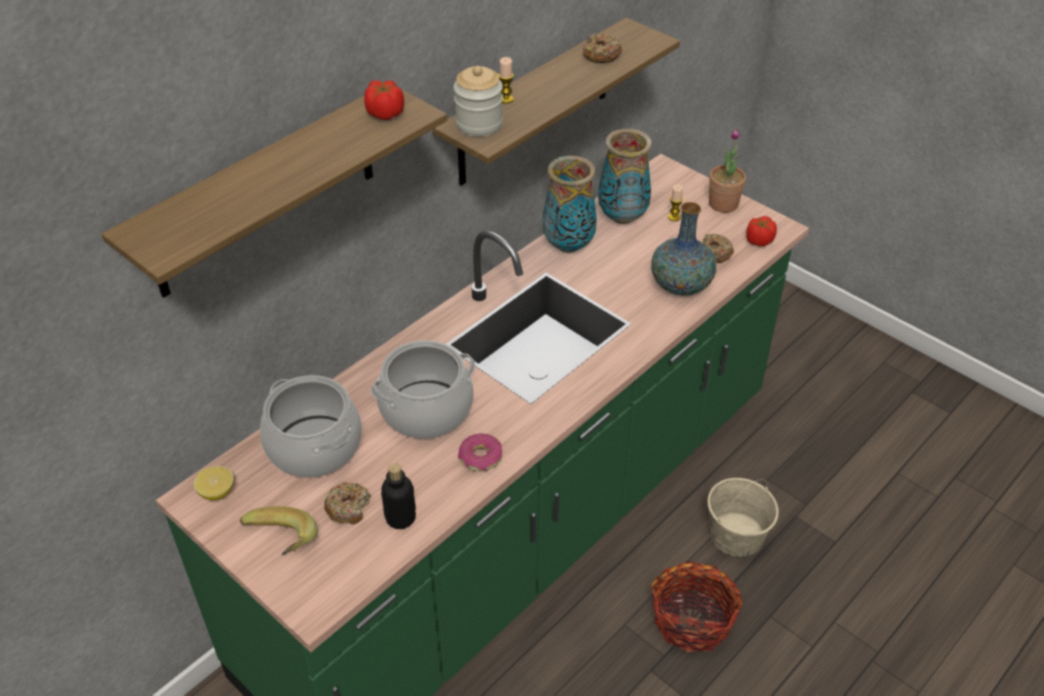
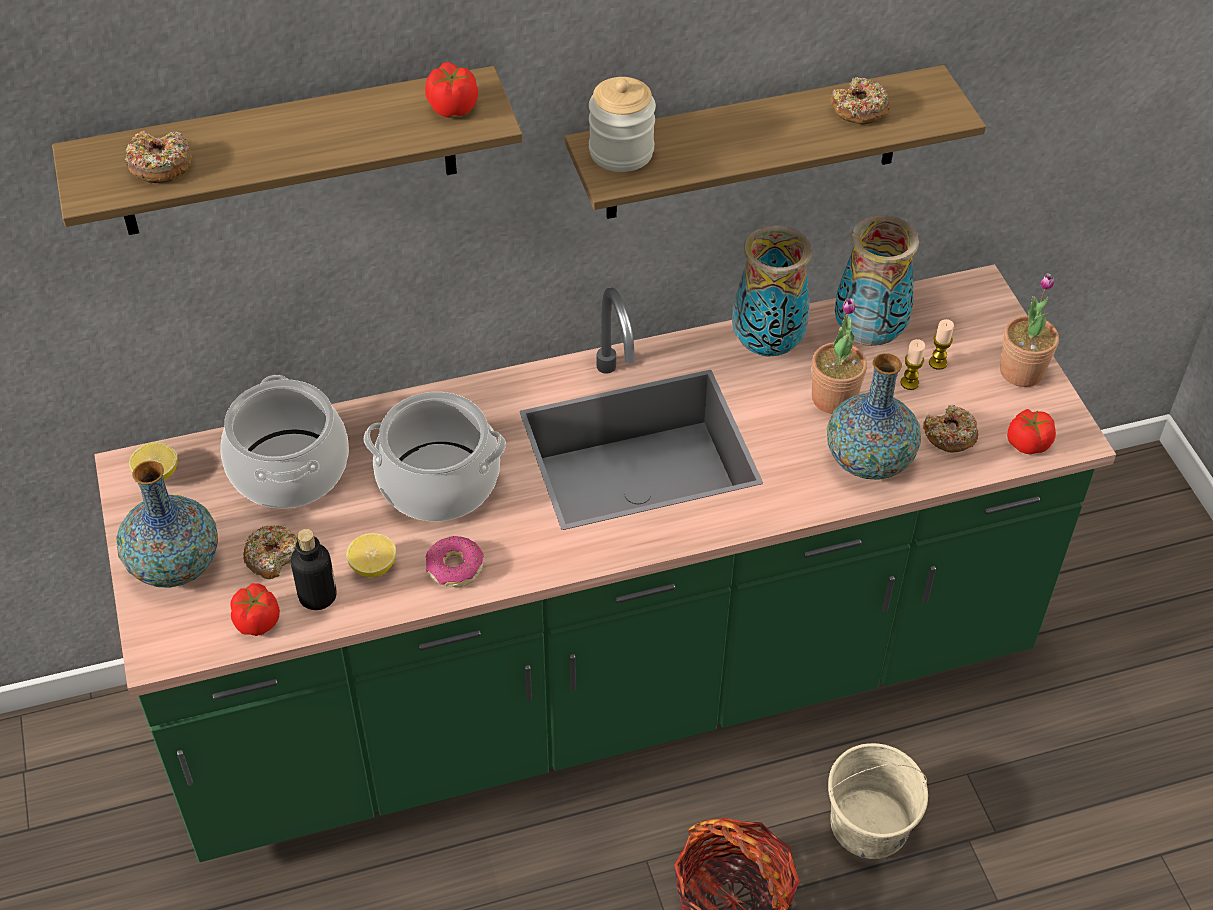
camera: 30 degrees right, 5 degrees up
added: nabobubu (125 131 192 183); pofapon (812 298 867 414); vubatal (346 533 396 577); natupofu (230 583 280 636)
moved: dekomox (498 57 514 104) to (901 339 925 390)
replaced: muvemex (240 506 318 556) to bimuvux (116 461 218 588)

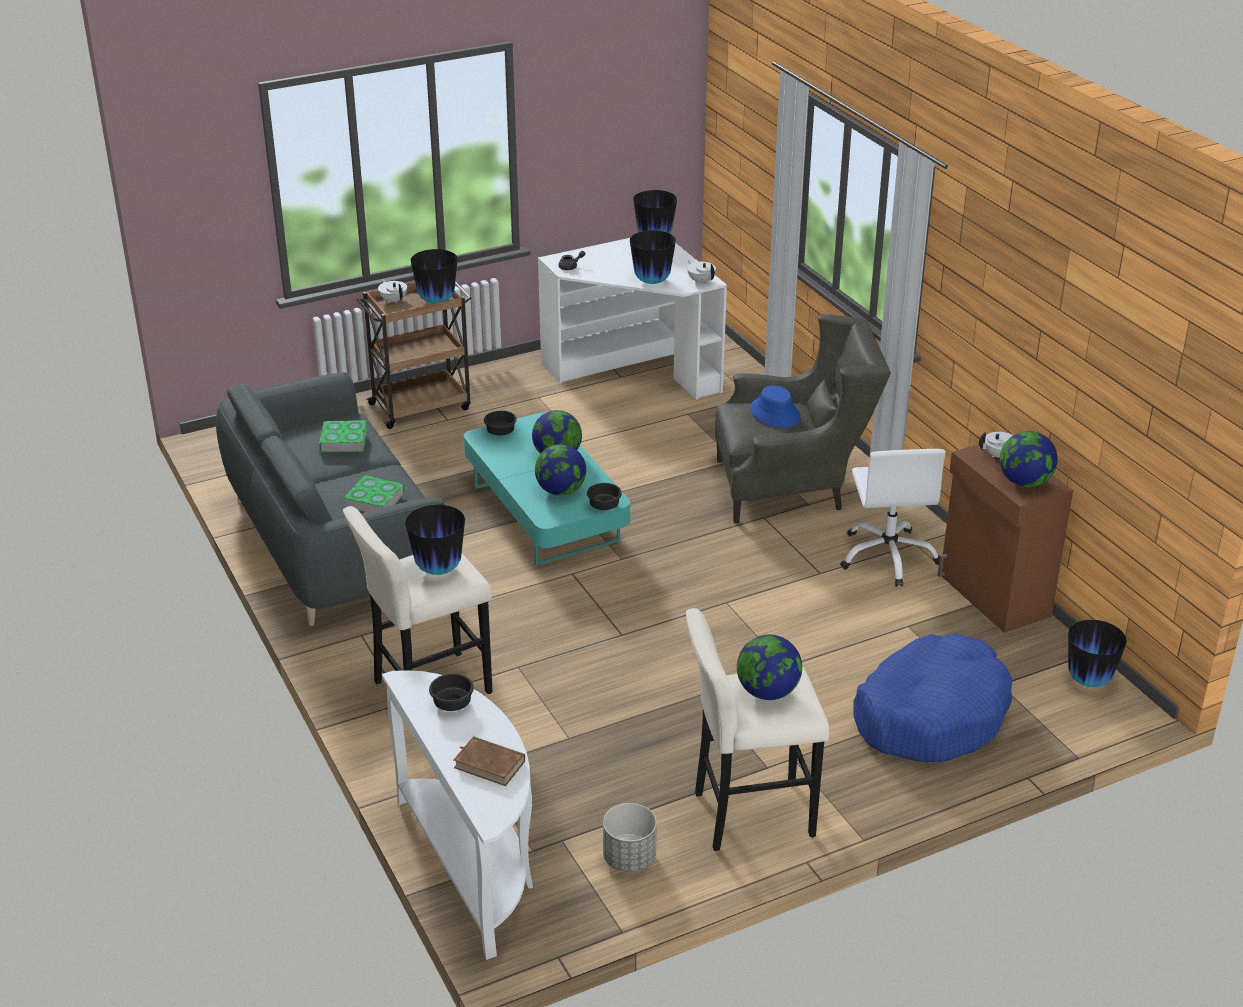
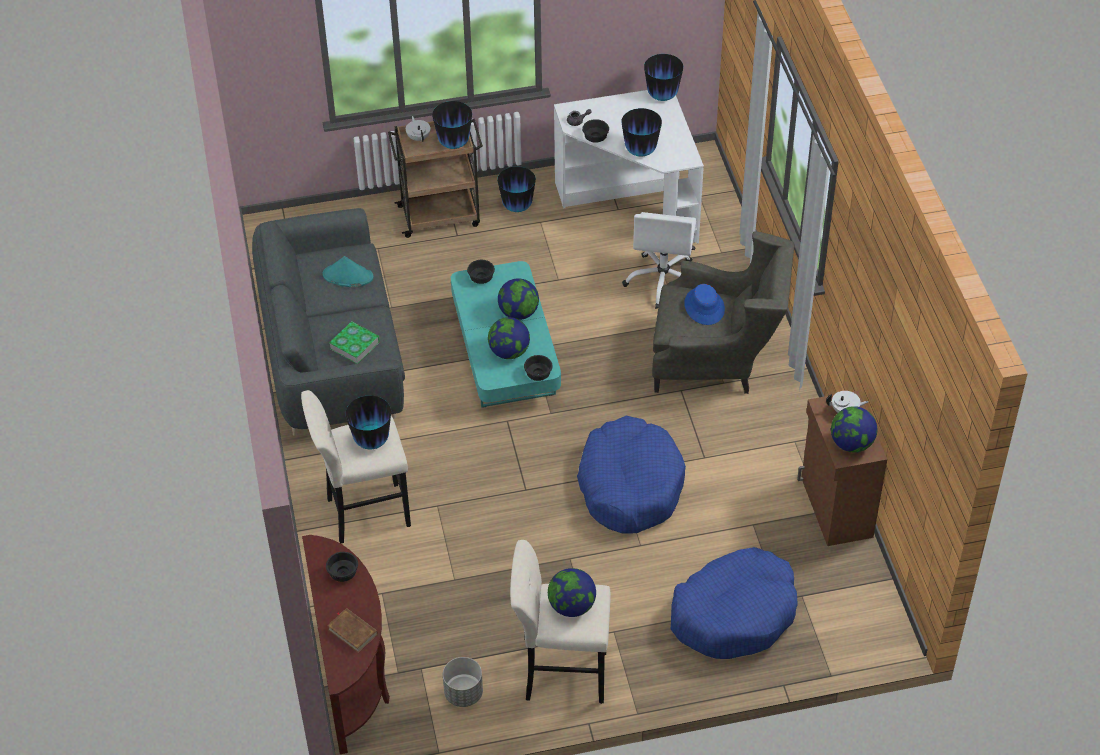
camera: 15 degrees right, 15 degrees up
removed: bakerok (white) (687 260 716 284)
added: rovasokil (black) (582 119 609 143); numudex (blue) (577 416 686 534)
moved: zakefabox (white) (840 449 946 587) to (622 212 696 309); bimuvux (1068 620 1127 687) to (497 166 536 212)
replaced: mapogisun (319 420 367 453) to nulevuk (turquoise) (323 256 373 287)
recoloured: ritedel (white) (382 670 533 960) to ritedel (brown) (302 535 390 754)

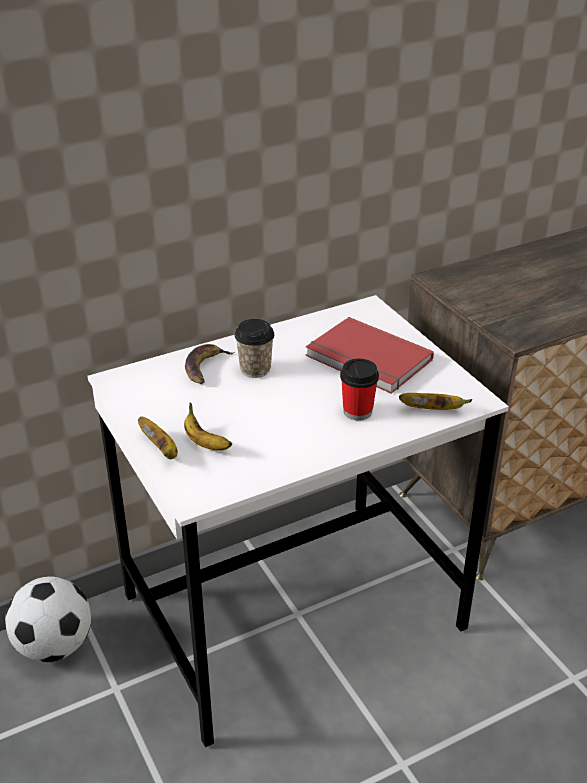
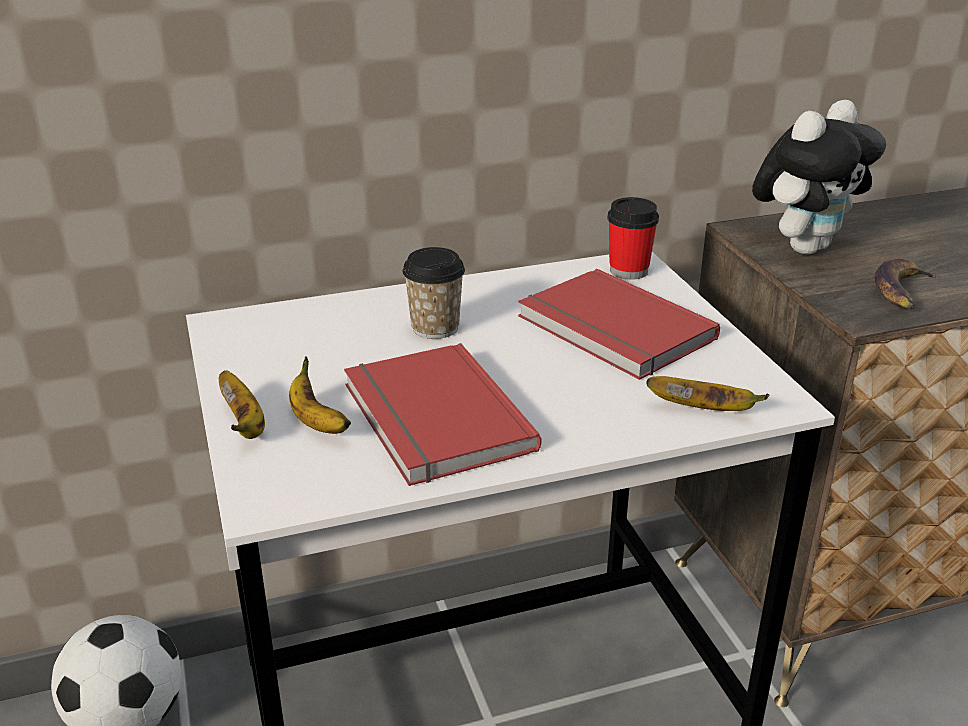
camera: 10 degrees right, 5 degrees down
added: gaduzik (752 100 886 254); mapogisun (red) (344 343 542 486)
moved: muvemex (185 344 234 384) to (875 258 940 310); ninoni (340 359 379 420) to (607 197 659 280)

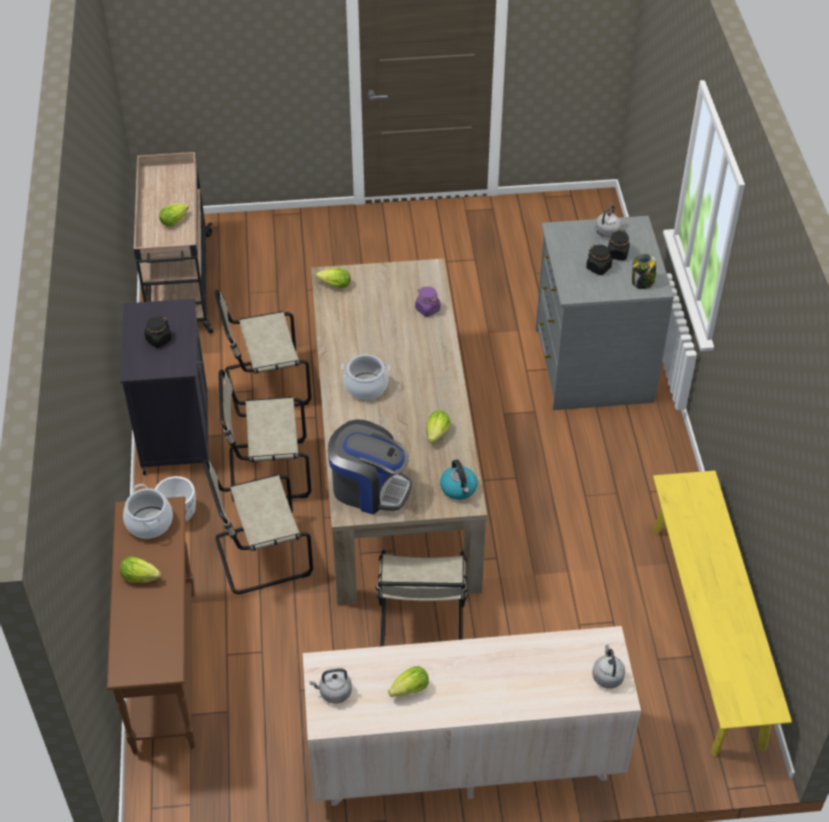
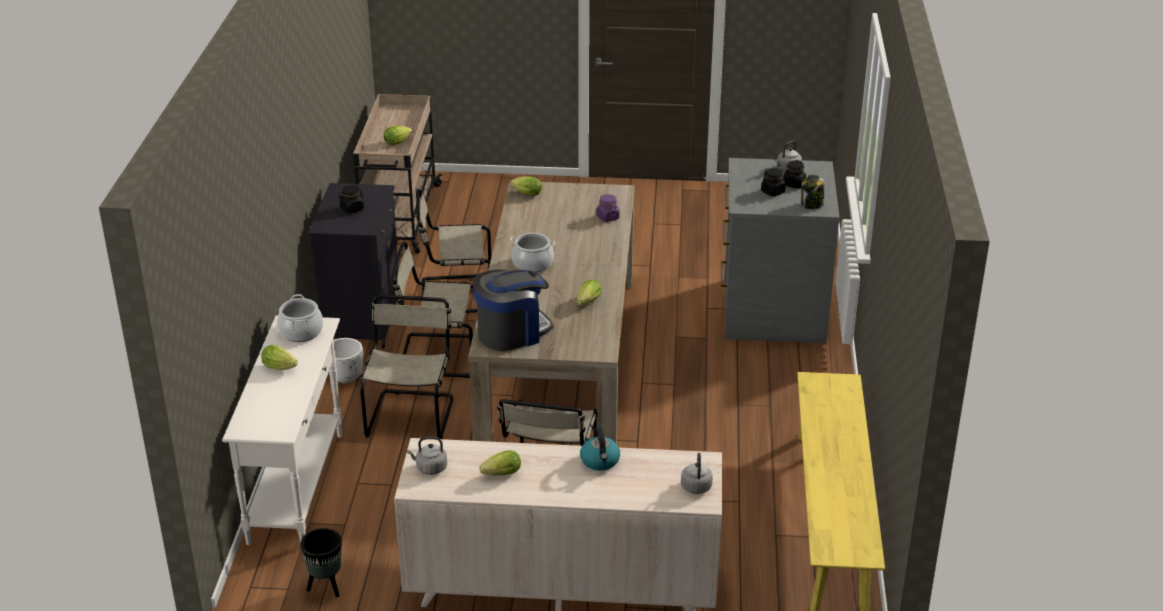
camera: 10 degrees right, 15 degrees down
added: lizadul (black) (300 528 342 597)
moved: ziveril (440 459 478 500) to (580 427 620 471)
recoloured: ritedel (brown) (107 497 195 754) to ritedel (white) (222 315 342 545)
turned: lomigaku (328 419 412 515) = (473 270 553 351) 60 degrees counterclockwise; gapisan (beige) (203 459 313 594) = (360 295 453 439) 105 degrees clockwise

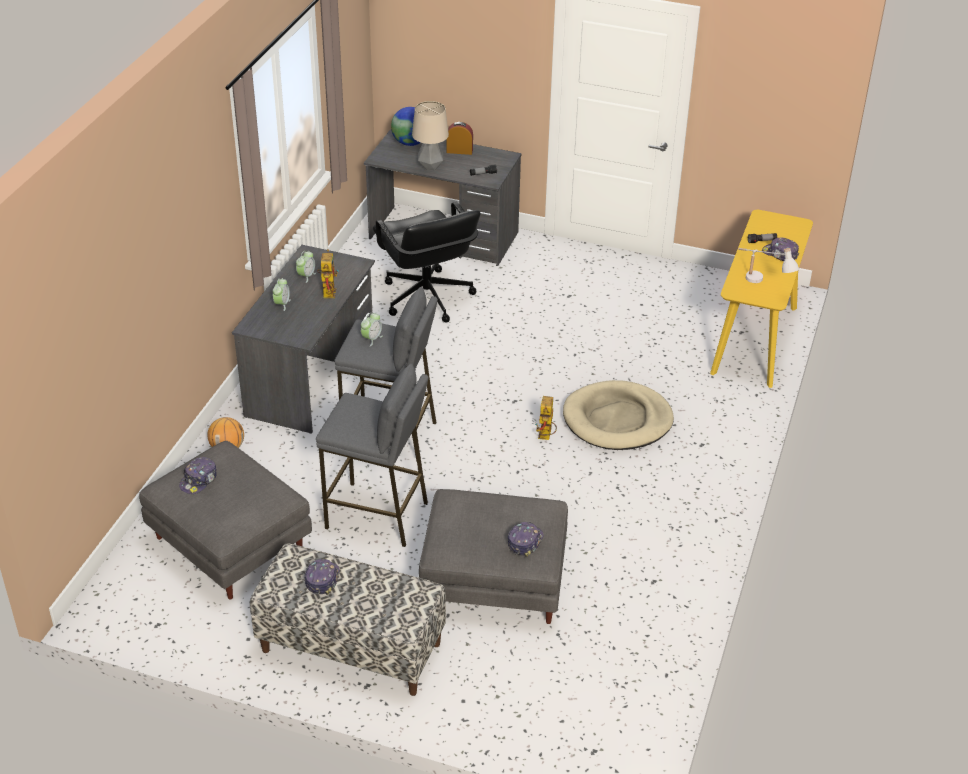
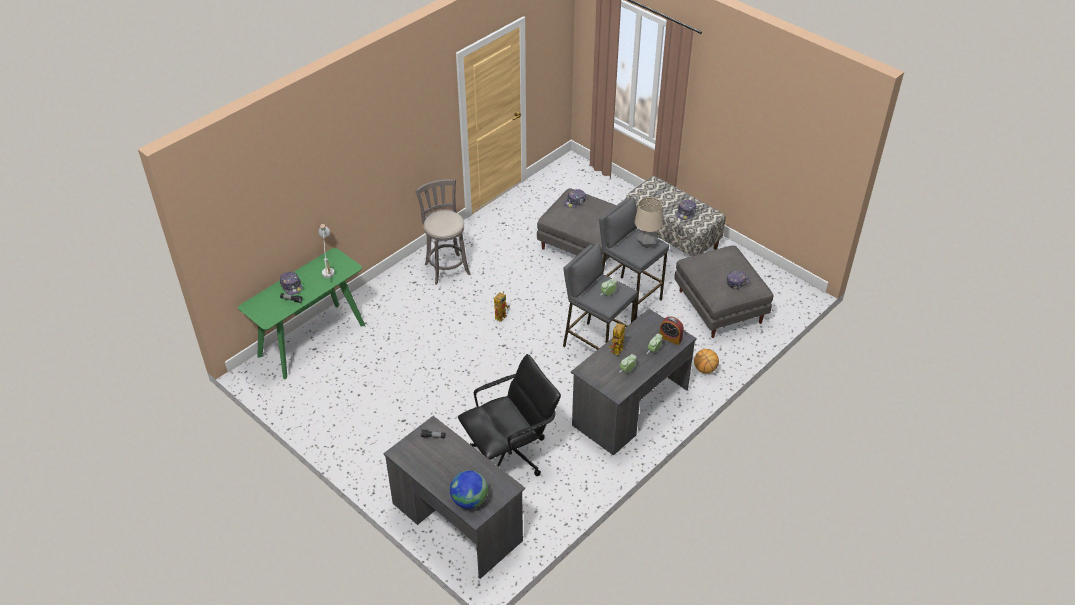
camera: 155 degrees left, 5 degrees up
removed: numudex (beige) (563 380 674 450)
added: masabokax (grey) (416 179 471 285)
moved: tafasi (412 101 449 170) to (635 197 663 248); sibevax (446 122 473 155) to (659 316 684 345)
recoloured: ritedel (yellow) (710 210 813 388) to ritedel (green) (238 248 365 379)
turned: zakefabox (black) (373 202 481 323) = (458 354 561 476) 60 degrees clockwise

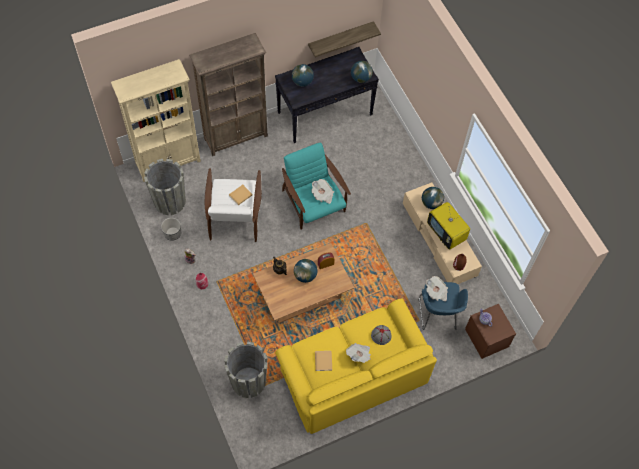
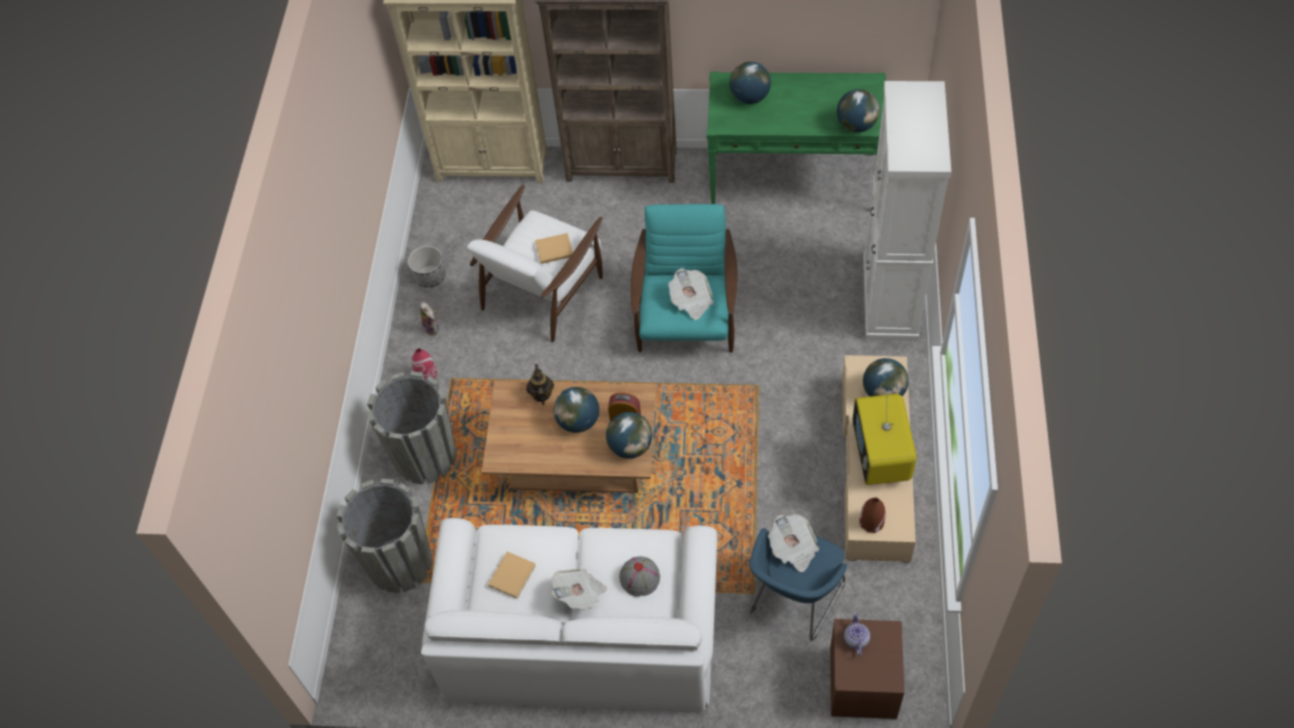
camera: 35 degrees right, 5 degrees down
removed: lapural (308 21 381 57)
added: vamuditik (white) (863 81 951 341); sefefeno (606 412 652 459)
moved: lizadul (grey) (144 159 186 215) to (366 371 457 484)
recoloured: ritedel (black) (275 47 379 143) to ritedel (green) (707 72 886 204); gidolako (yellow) (275 299 437 434) to gidolako (white) (421 518 717 712)

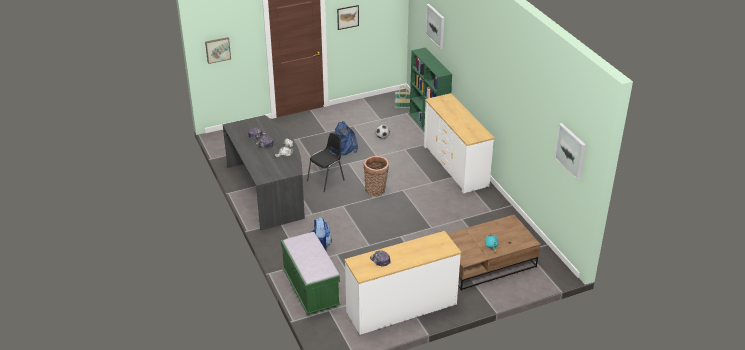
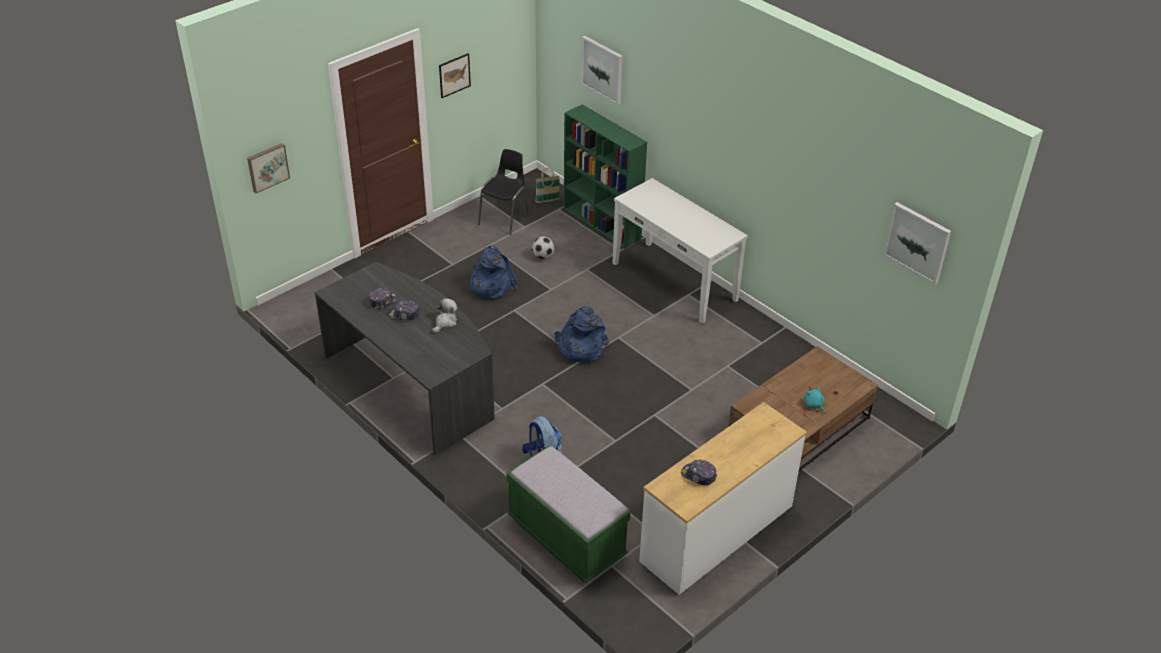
camera: 20 degrees left, 5 degrees up
moved: gapisan (black) (307 133 345 192) to (478 149 529 235)
replaced: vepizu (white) (424 93 495 193) to ritedel (white) (612 178 748 323); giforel (364 156 389 197) to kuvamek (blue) (554 306 609 363)

